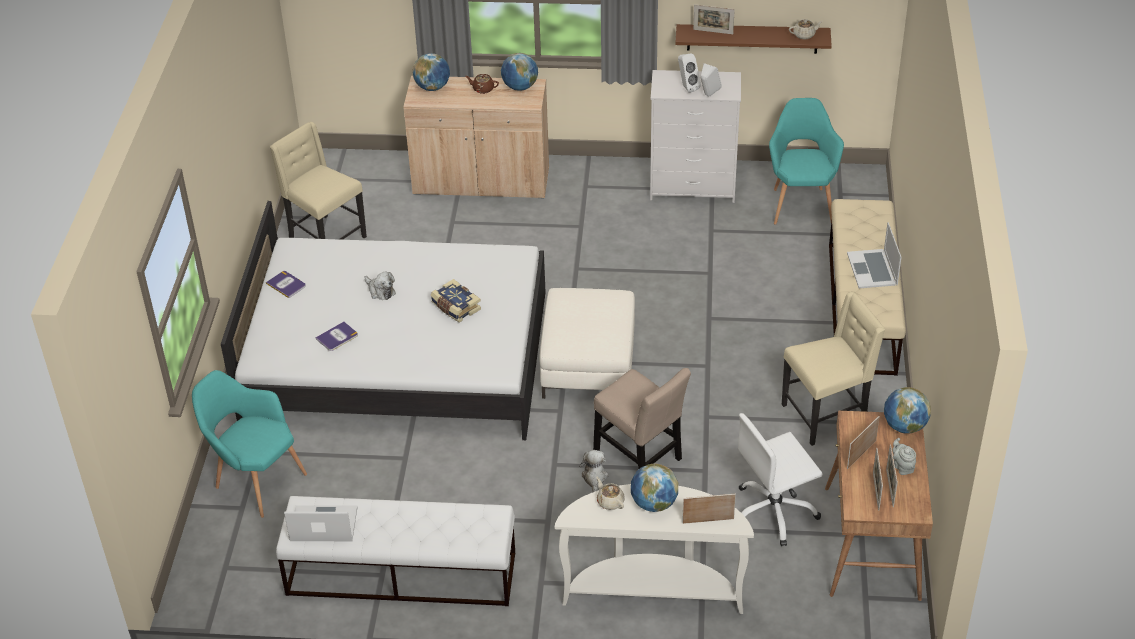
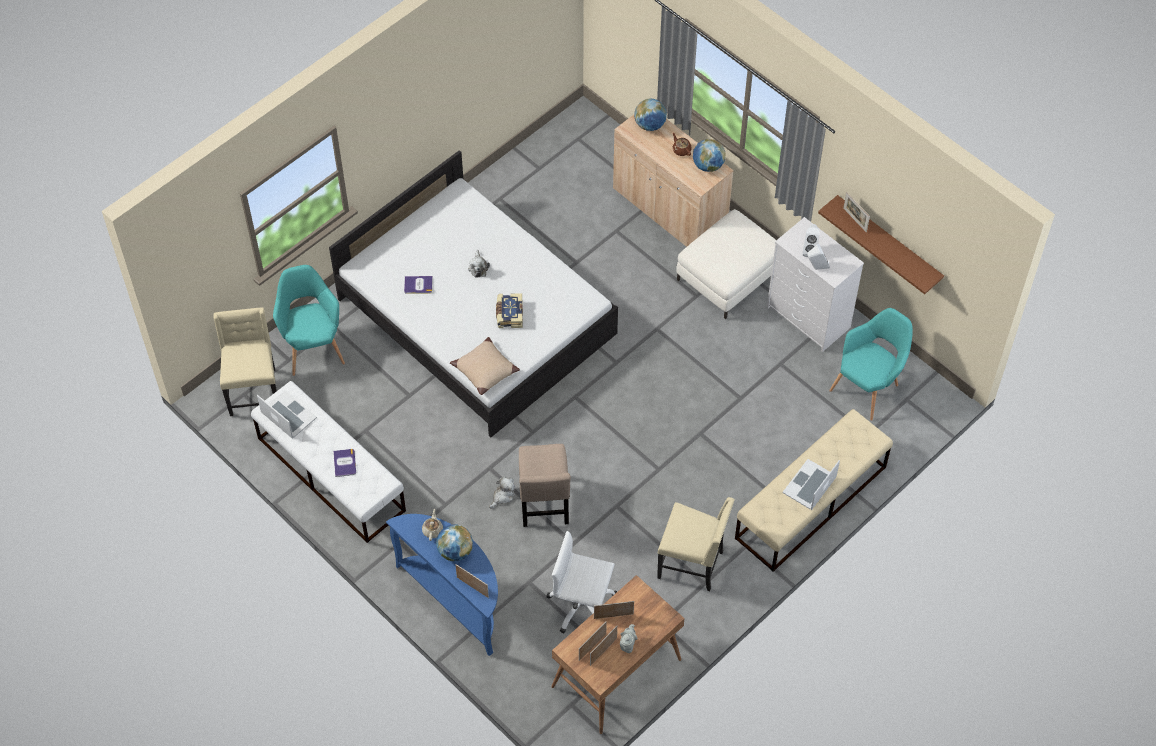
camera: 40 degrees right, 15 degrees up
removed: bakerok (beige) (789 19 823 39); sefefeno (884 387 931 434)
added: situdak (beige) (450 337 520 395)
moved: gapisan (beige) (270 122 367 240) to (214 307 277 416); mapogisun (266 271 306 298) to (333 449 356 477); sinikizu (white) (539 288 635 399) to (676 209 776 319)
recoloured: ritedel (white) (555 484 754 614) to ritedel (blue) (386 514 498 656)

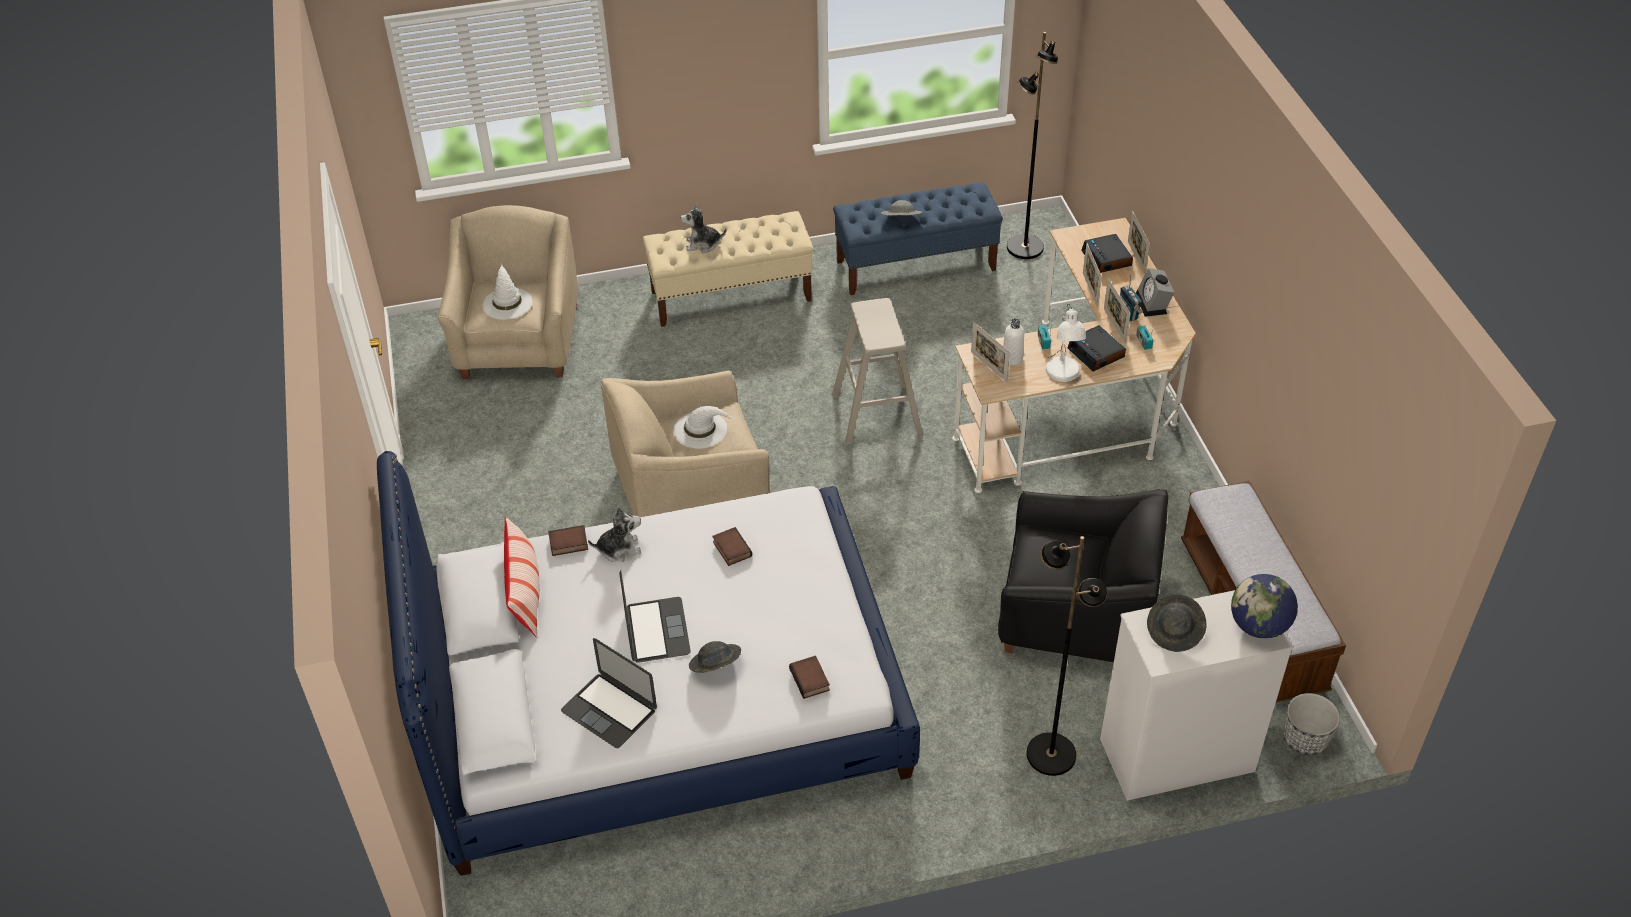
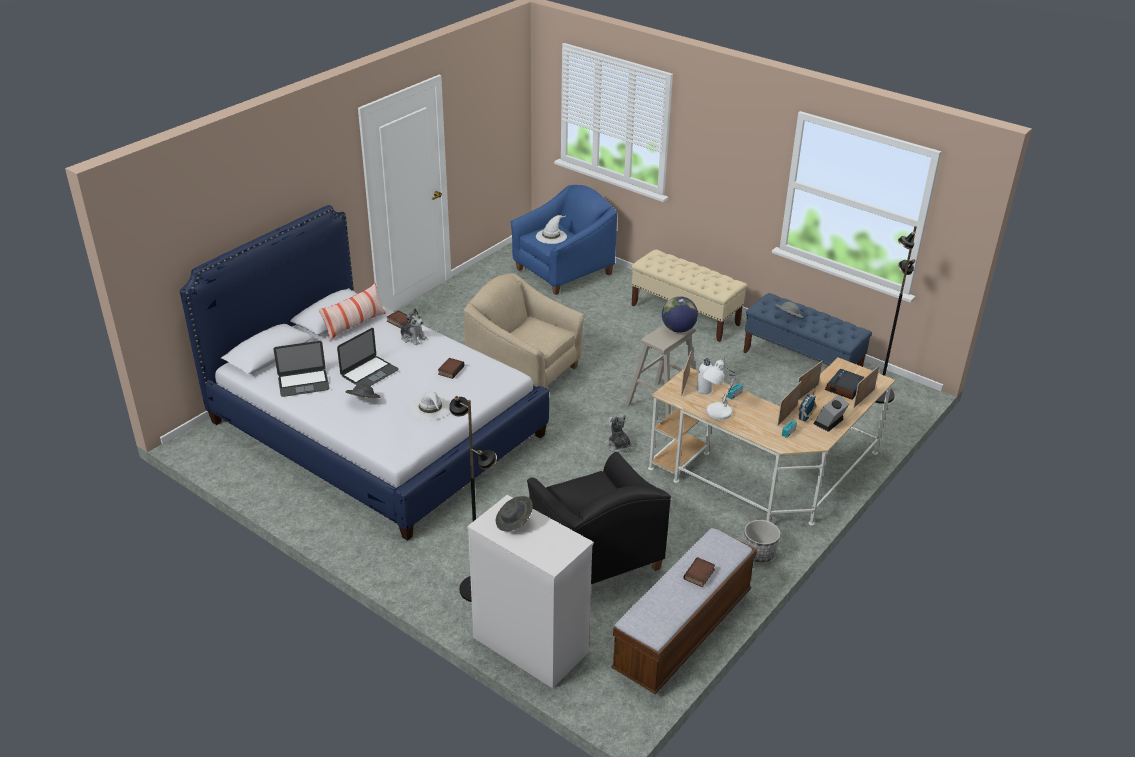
camera: 50 degrees right, 10 degrees down
removed: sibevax (1068 325 1126 371)
moved: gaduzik (680 203 726 253) to (604 415 632 453); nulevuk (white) (673 406 735 449) to (410 391 450 420); sefefeno (1231 574 1298 639) to (662 296 698 333); mapogisun (789 656 830 699) to (684 557 715 587); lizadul (1283 693 1340 755) to (744 520 780 562)
recoloured: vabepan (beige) (437 205 578 379) to vabepan (blue) (510 185 617 295)
turned: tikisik (561 638 657 748) = (274 341 330 397) 105 degrees counterclockwise

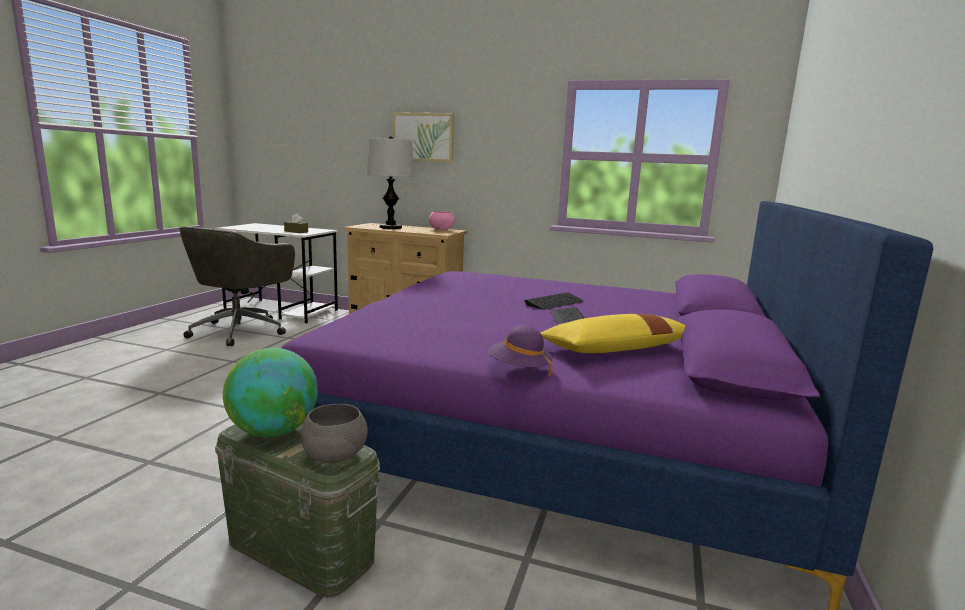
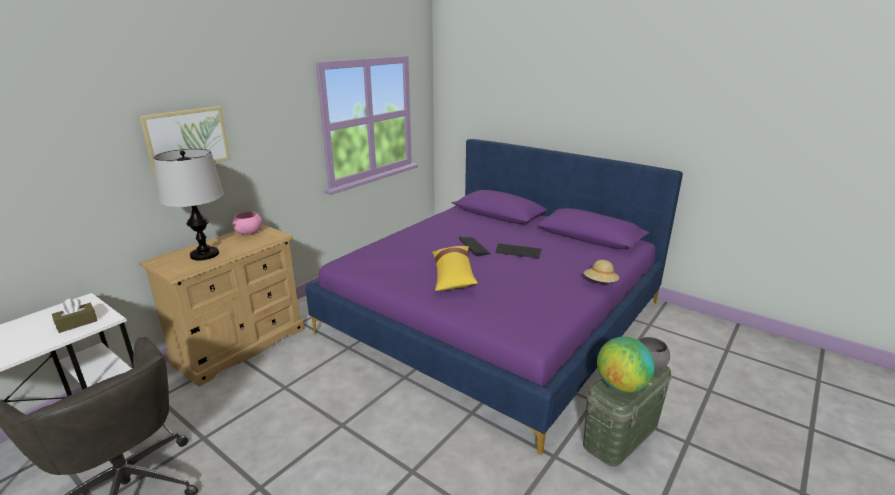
camera: 70 degrees left, 10 degrees up
moved: situdak (yellow) (540 314 685 353) to (432 246 478 291)
recoloured: nulevuk (purple) (488 326 553 376) to nulevuk (beige) (584 260 619 283)

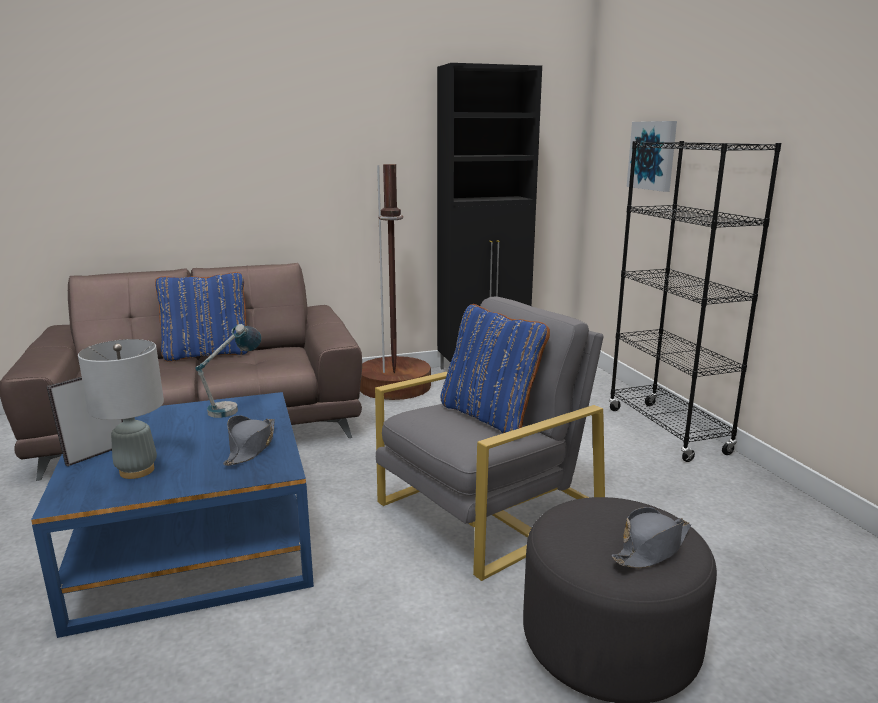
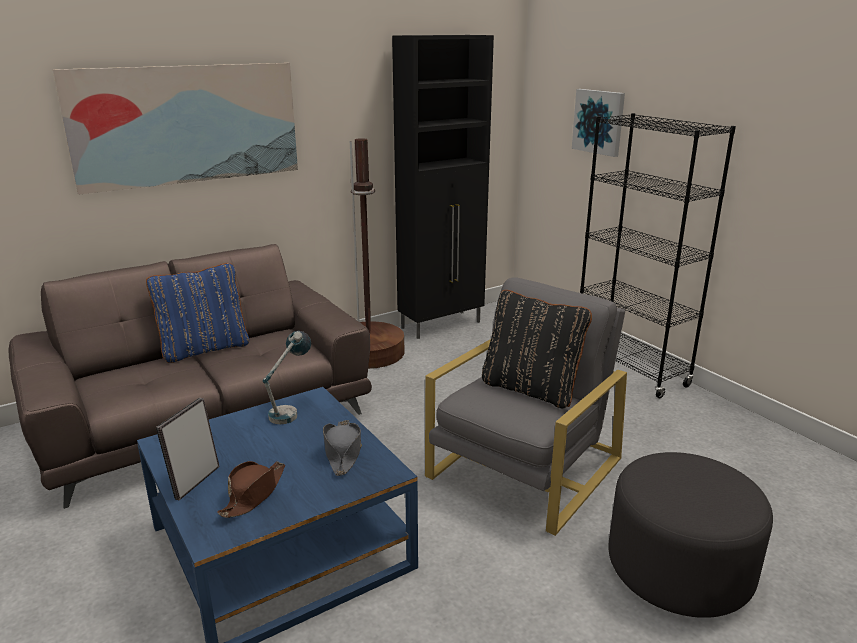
camera: 15 degrees left, 5 degrees up
removed: nulevuk (grey) (612 507 691 568)
added: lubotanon (53 63 298 194)
replaced: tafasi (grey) (78 339 164 479) to nulevuk (brown) (217 461 285 518)
recoloured: situdak (blue) (441 304 550 433) to situdak (black) (482 290 592 408)

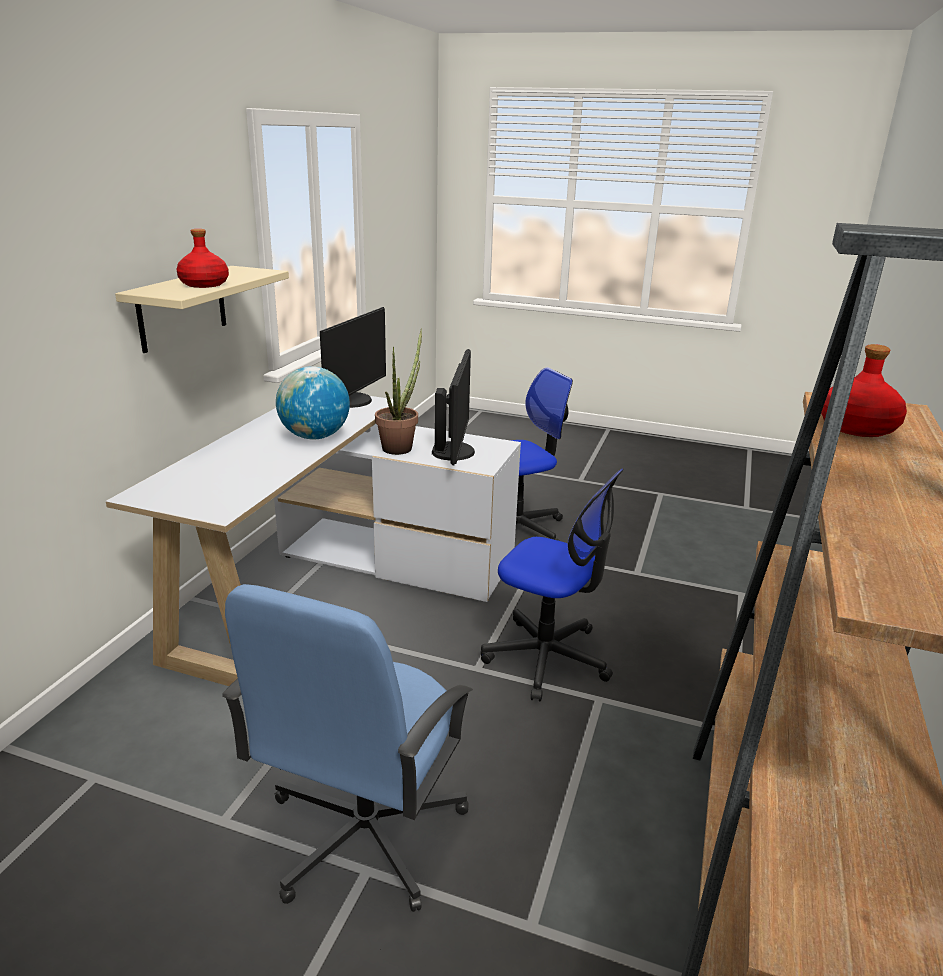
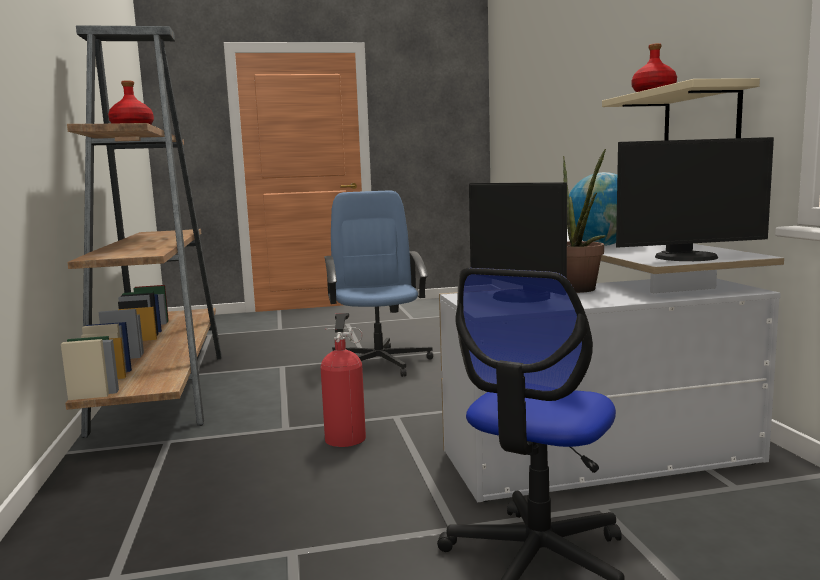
camera: 150 degrees right, 15 degrees down
replaced: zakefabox (481 469 624 702) to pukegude (320 313 366 447)
turned: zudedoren (320 307 386 408) = (616 137 774 261) 90 degrees counterclockwise

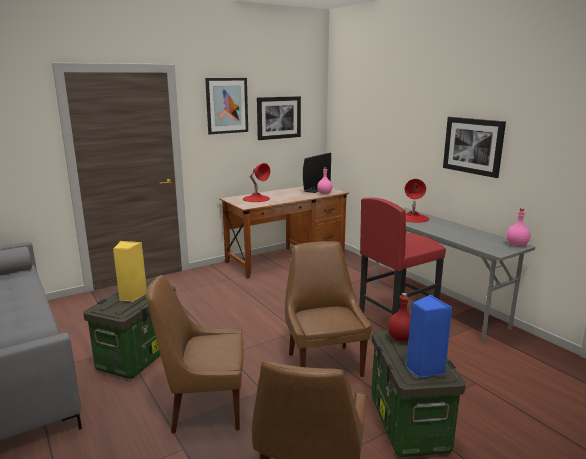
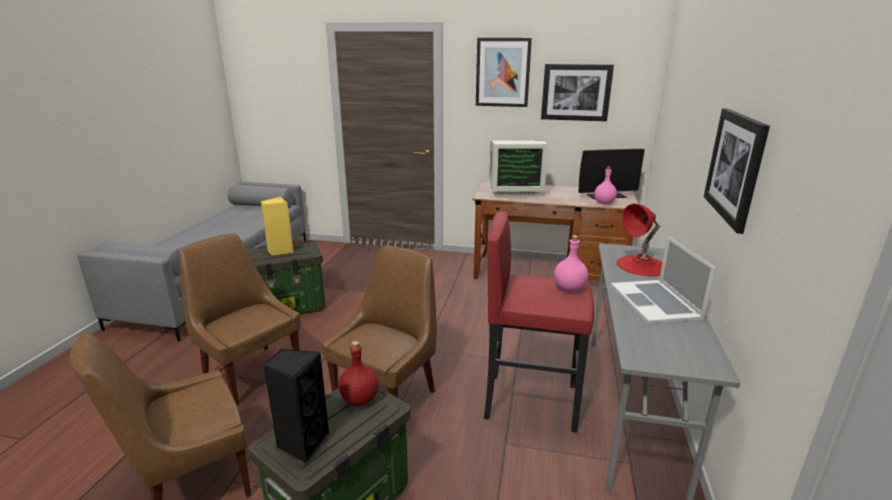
camera: 45 degrees right, 5 degrees up
added: tikisik (611 236 716 324)
moved: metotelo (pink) (506 208 530 246) to (554 235 588 292)
replaced: tafasi (red) (243 163 270 202) to zudedoren (489 140 548 197)
recoloured: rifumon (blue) (406 294 452 378) to rifumon (black) (263 349 329 464)

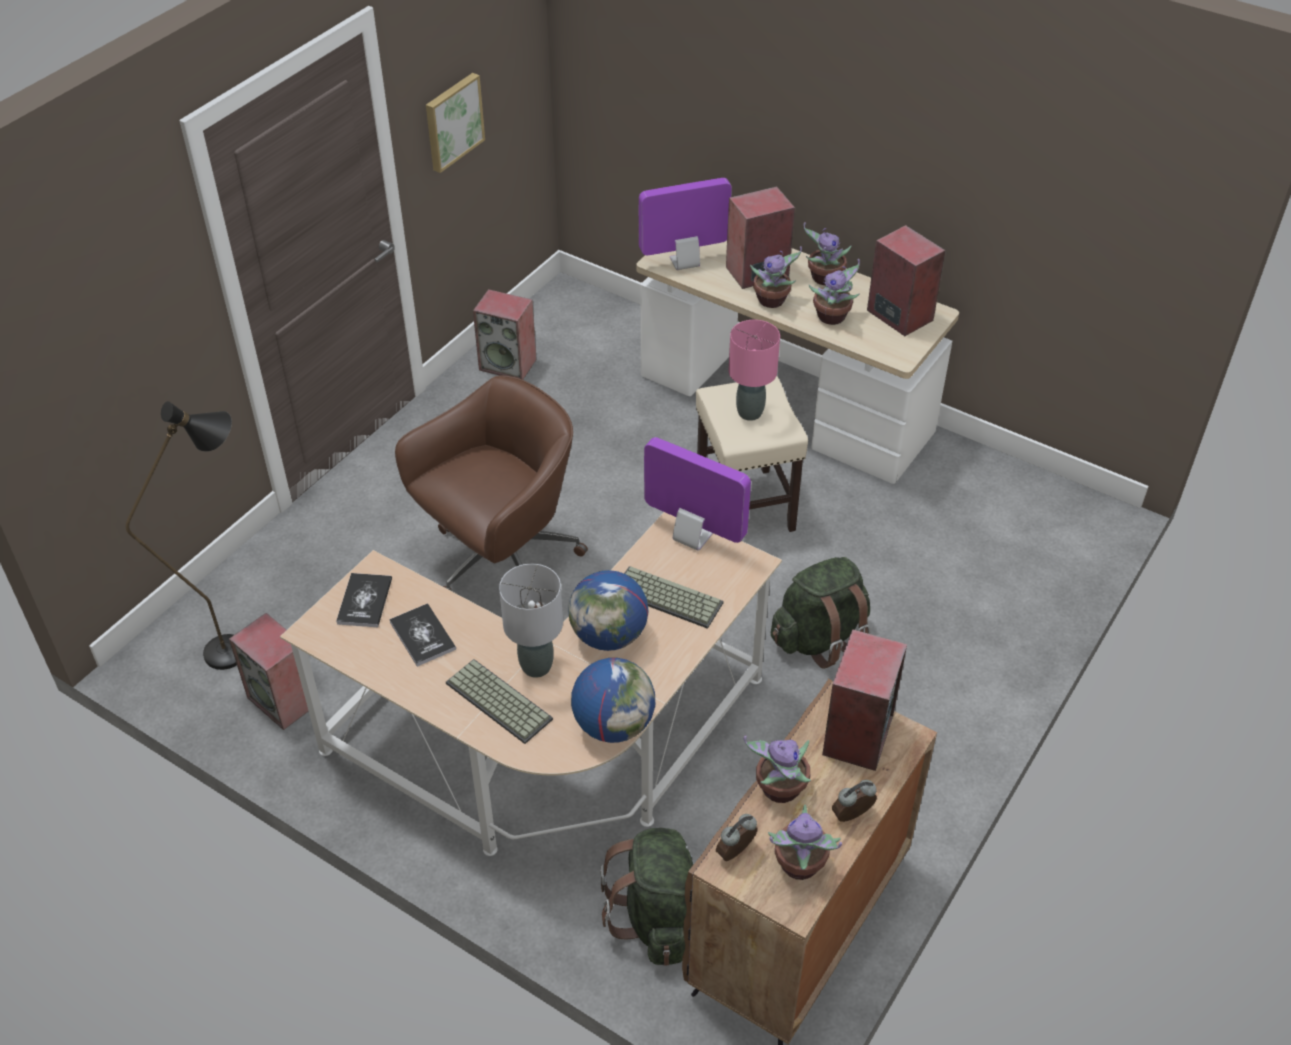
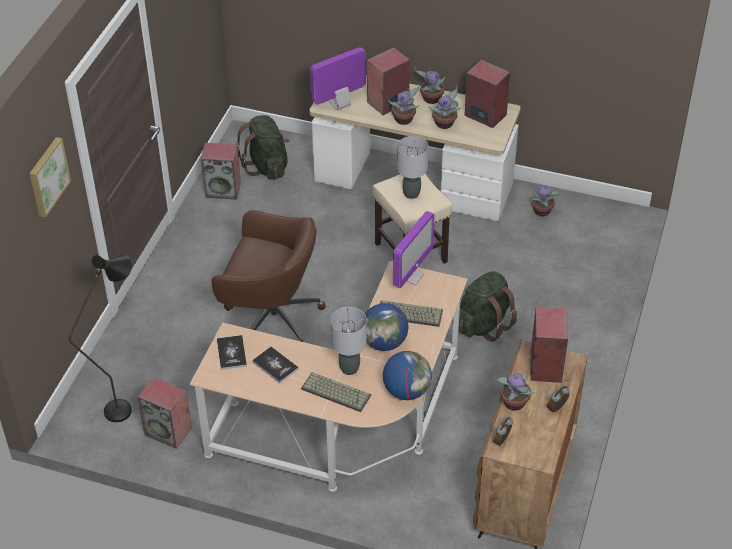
camera: 15 degrees left, 0 degrees up
moved: lubotanon (426 73 485 173) to (29 137 71 217); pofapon (768 805 842 880) to (530 185 562 217); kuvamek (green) (600 828 694 966) to (236 115 290 180)
recoloured: tafasi (pink) (729 320 780 421) to tafasi (grey) (397 136 428 199)
turned: zakefabox (brown) (395 375 588 608) = (211 210 326 342) 75 degrees clockwise; zudedoren (644 437 751 551) = (393 211 435 288) 105 degrees clockwise

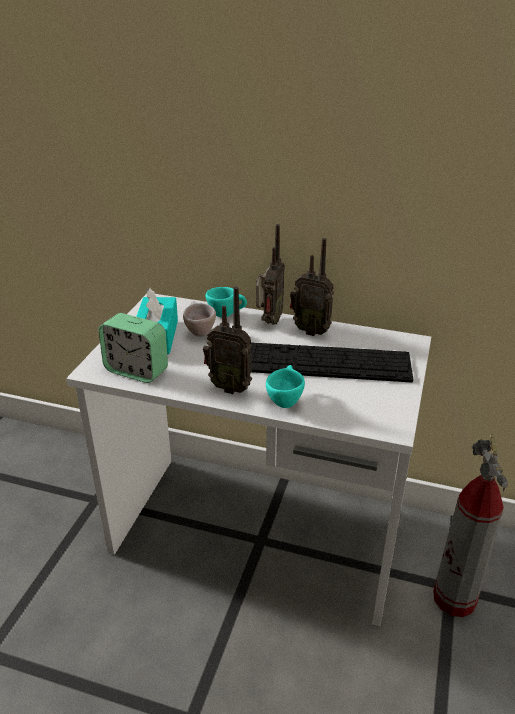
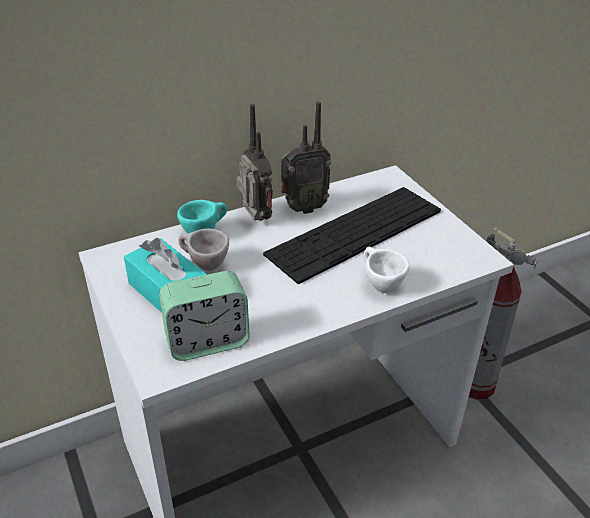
camera: 45 degrees left, 5 degrees up
removed: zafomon (203 287 252 394)
recoloured: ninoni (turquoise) (266 365 305 408) to ninoni (white) (363 247 410 293)

